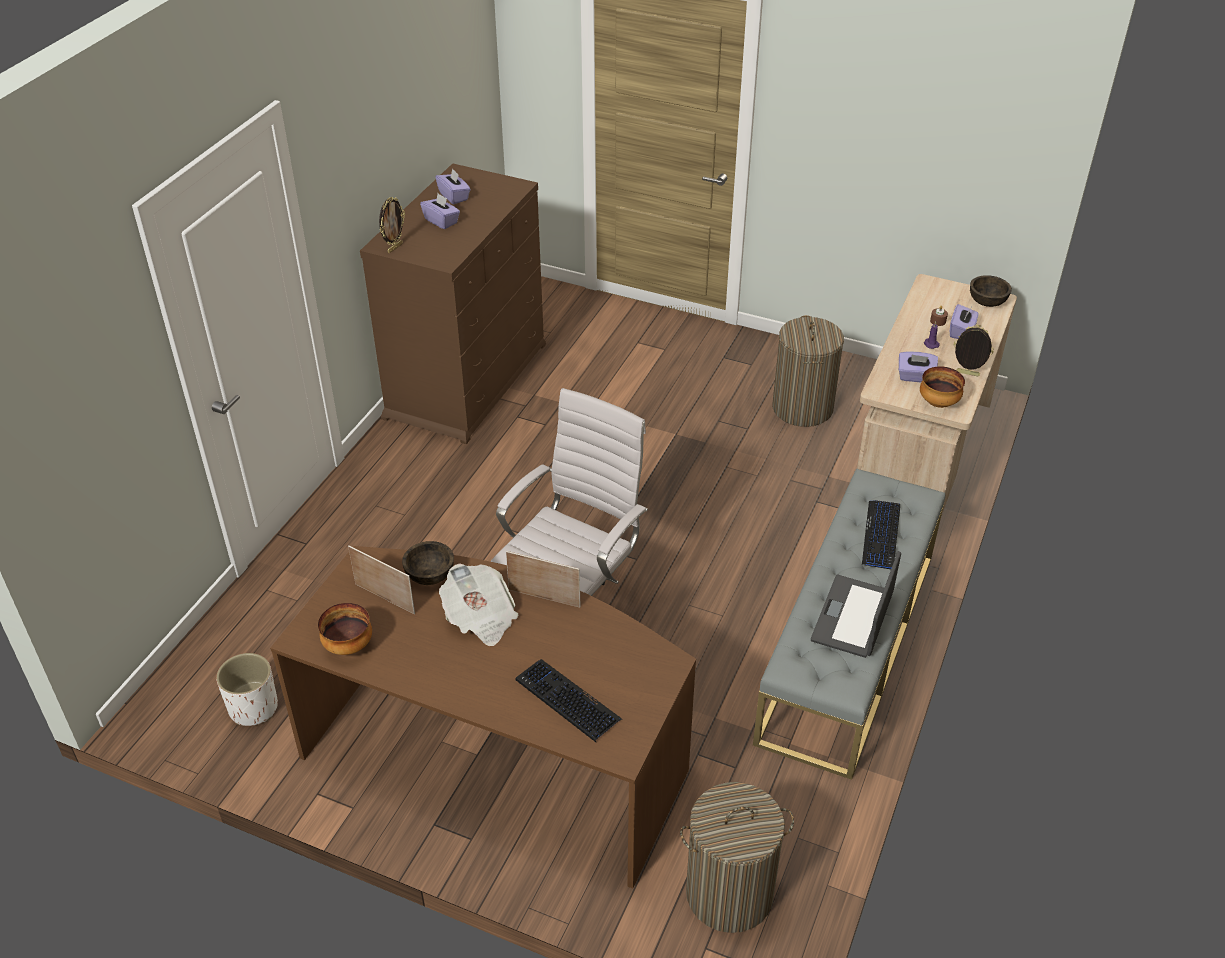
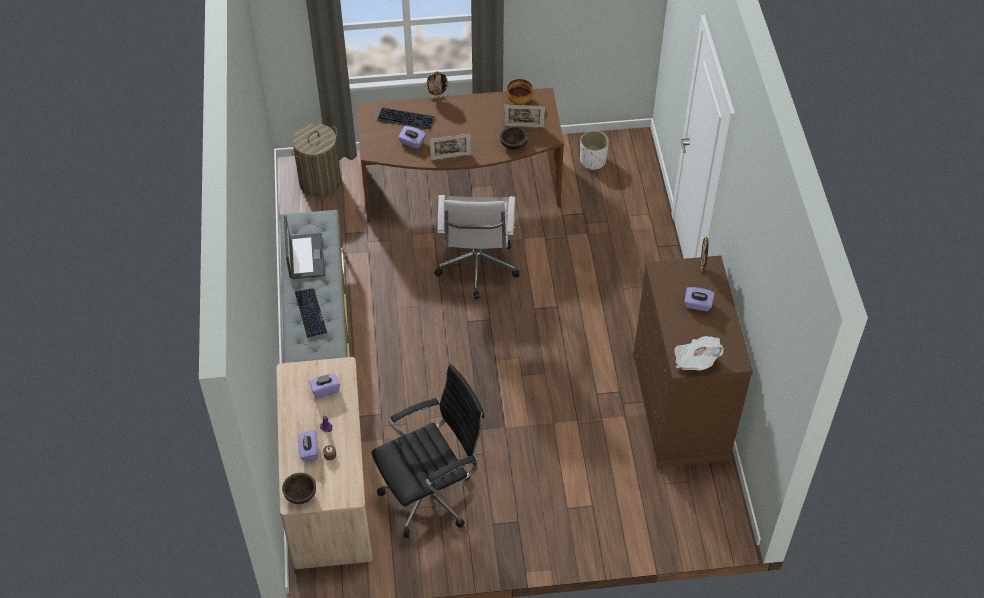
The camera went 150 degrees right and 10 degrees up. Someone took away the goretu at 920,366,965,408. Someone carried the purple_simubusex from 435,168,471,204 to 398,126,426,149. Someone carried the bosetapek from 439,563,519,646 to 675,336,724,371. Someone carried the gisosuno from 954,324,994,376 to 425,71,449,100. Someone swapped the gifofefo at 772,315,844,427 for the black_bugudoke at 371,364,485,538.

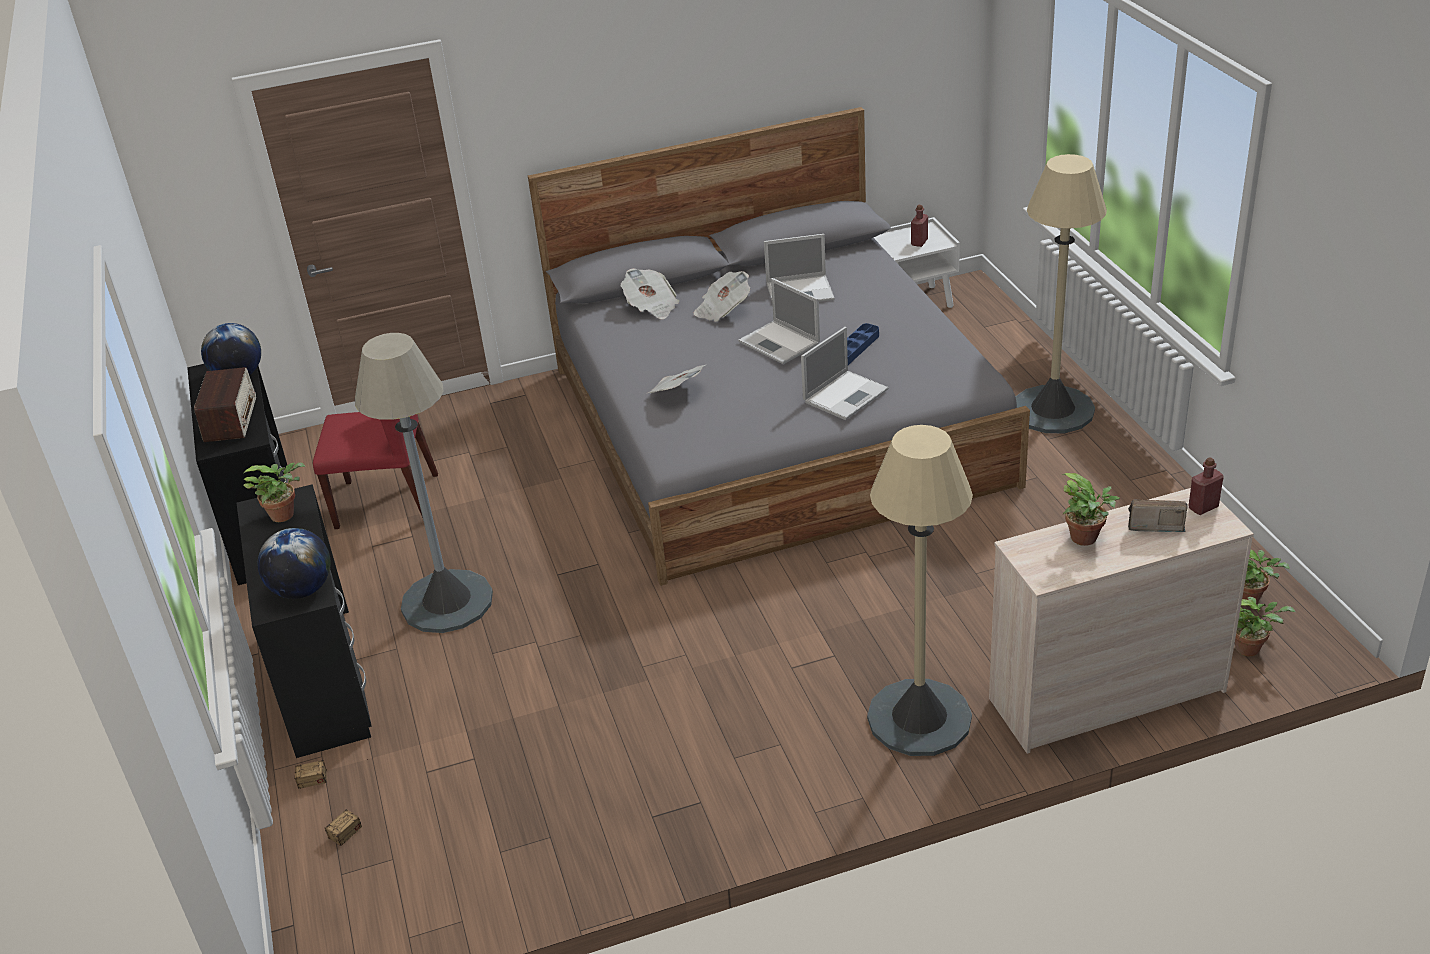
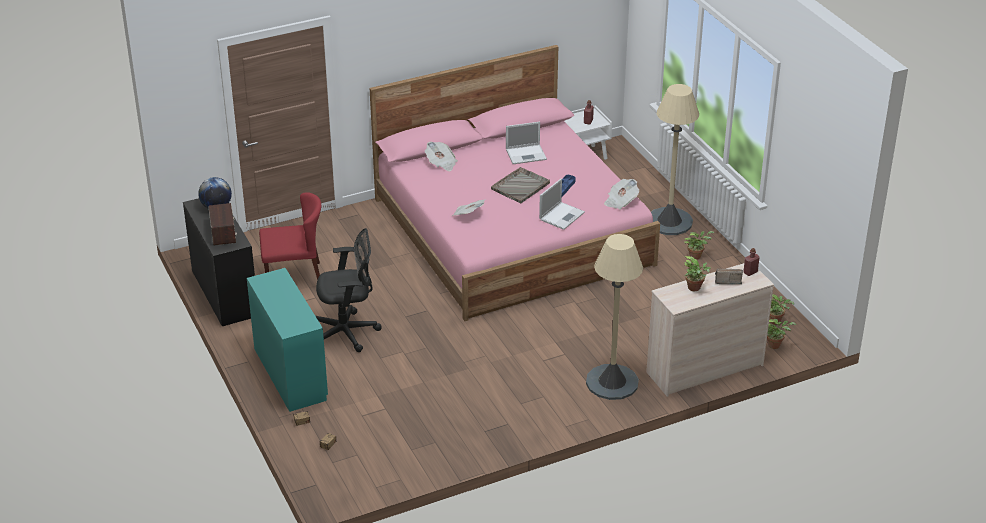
The camera went 10 degrees left and 0 degrees up. Someone took away the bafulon at 258,528,331,599. Someone carried the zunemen from 243,462,306,522 to 684,231,715,260. Someone carried the bosetapek from 694,271,750,322 to 604,179,639,210. Someone swapped the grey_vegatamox at 355,333,493,633 for the black_bugudoke at 316,228,382,352. Someone swapped the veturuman at 738,278,820,364 for the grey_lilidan at 491,167,550,203. Someone repainted the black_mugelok at 237,484,372,758, which became the turquoise_mugelok at 247,268,328,412. Someone repainted the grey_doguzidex at 528,107,1030,586, which became the pink_doguzidex at 370,45,660,321.

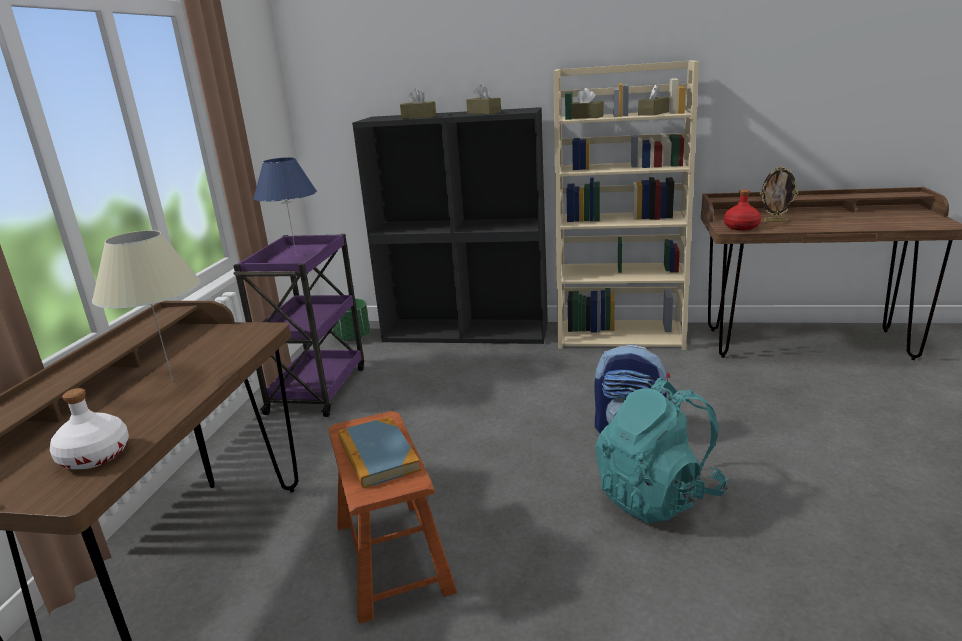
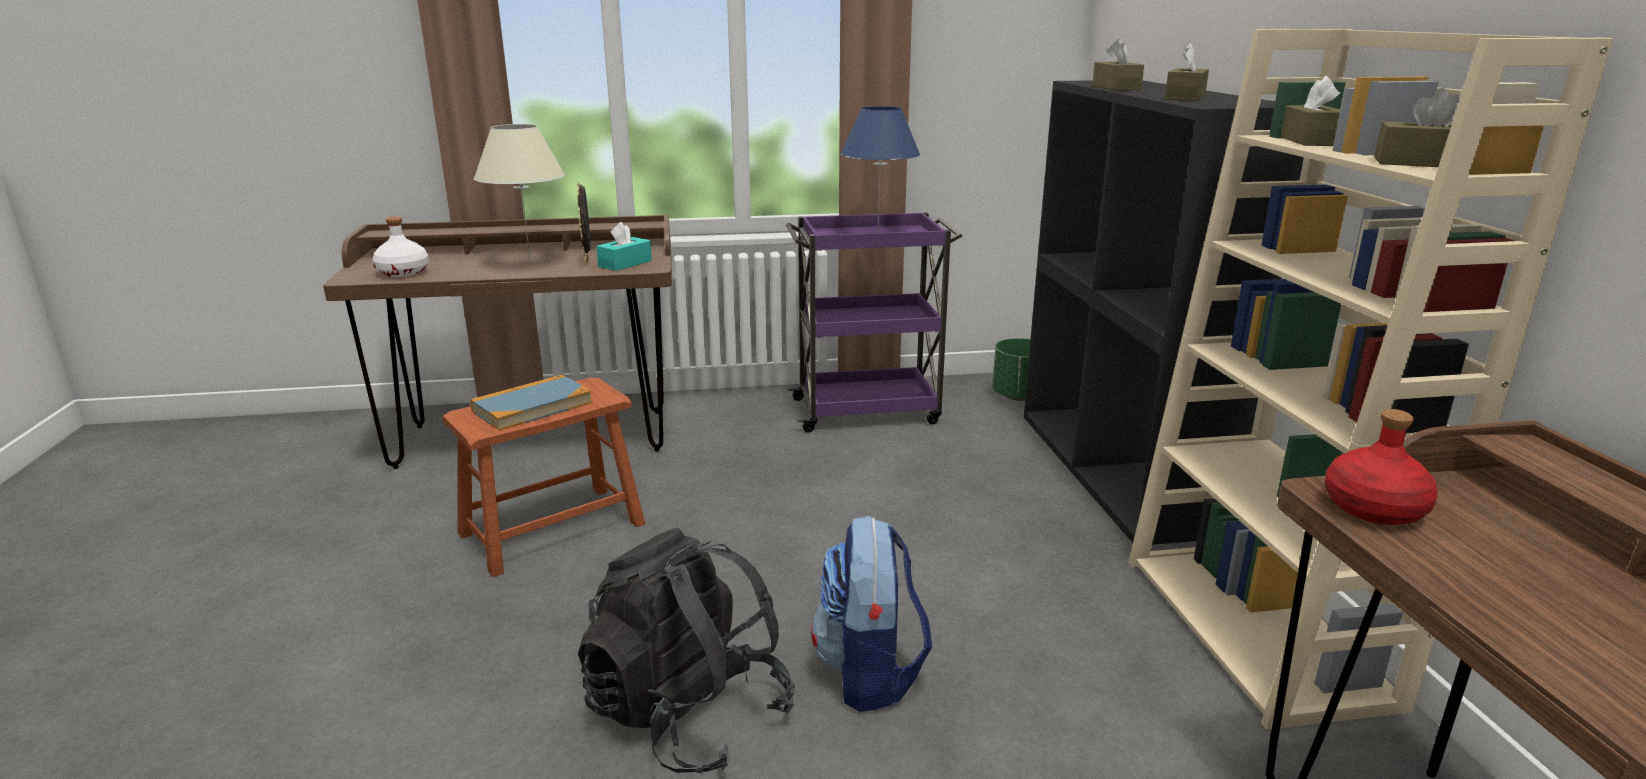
The camera went 70 degrees right and 0 degrees up. Someone put down the turquoise_simubusex at 596,222,652,271. Someone carried the gisosuno from 760,166,799,222 to 577,182,590,265. Someone repainted the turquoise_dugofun at 595,377,728,523, which became the black_dugofun at 578,528,795,773.

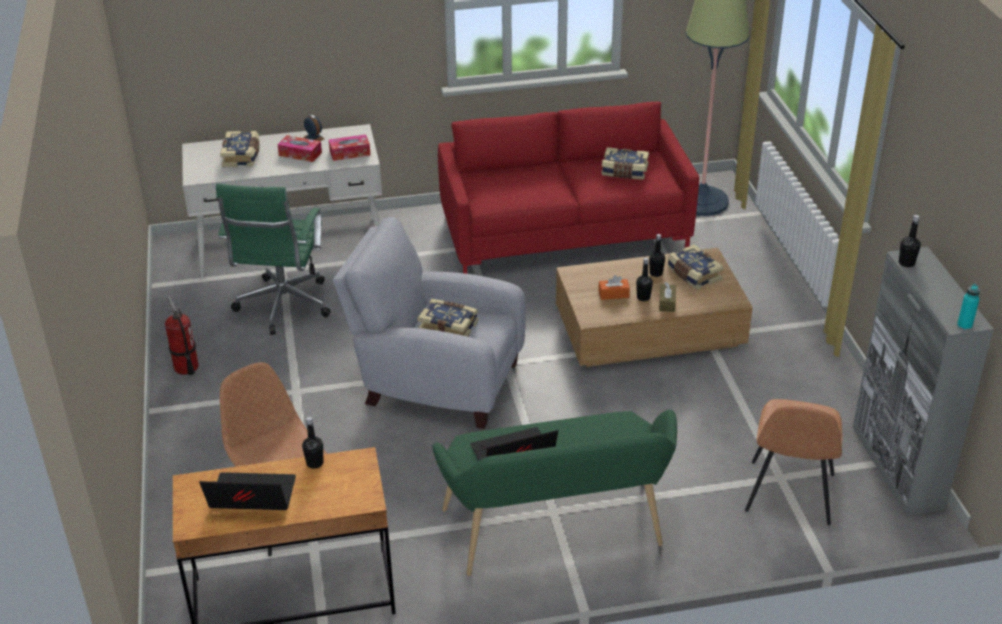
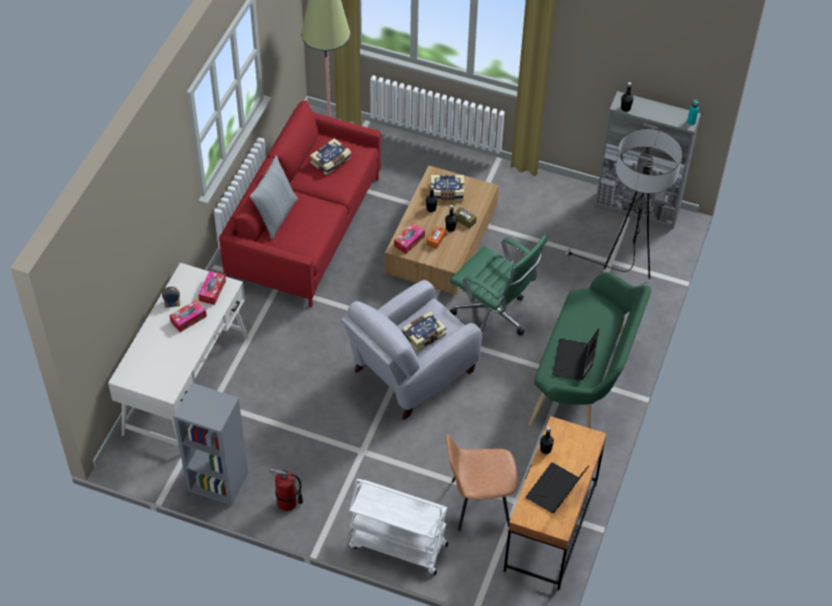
The camera went 60 degrees left and 15 degrees up. Someone took away the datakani at 220,131,260,167. Someone put down the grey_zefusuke at 173,383,248,506. Someone put down the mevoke at 250,155,298,239. Someone put down the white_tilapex at 349,479,448,575. Someone put down the simubusex at 394,223,425,254. Someone carried the green_bugudoke from 216,183,330,335 to 450,235,547,336. Someone swapped the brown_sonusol at 745,399,842,525 for the vegatamox at 563,128,683,279.

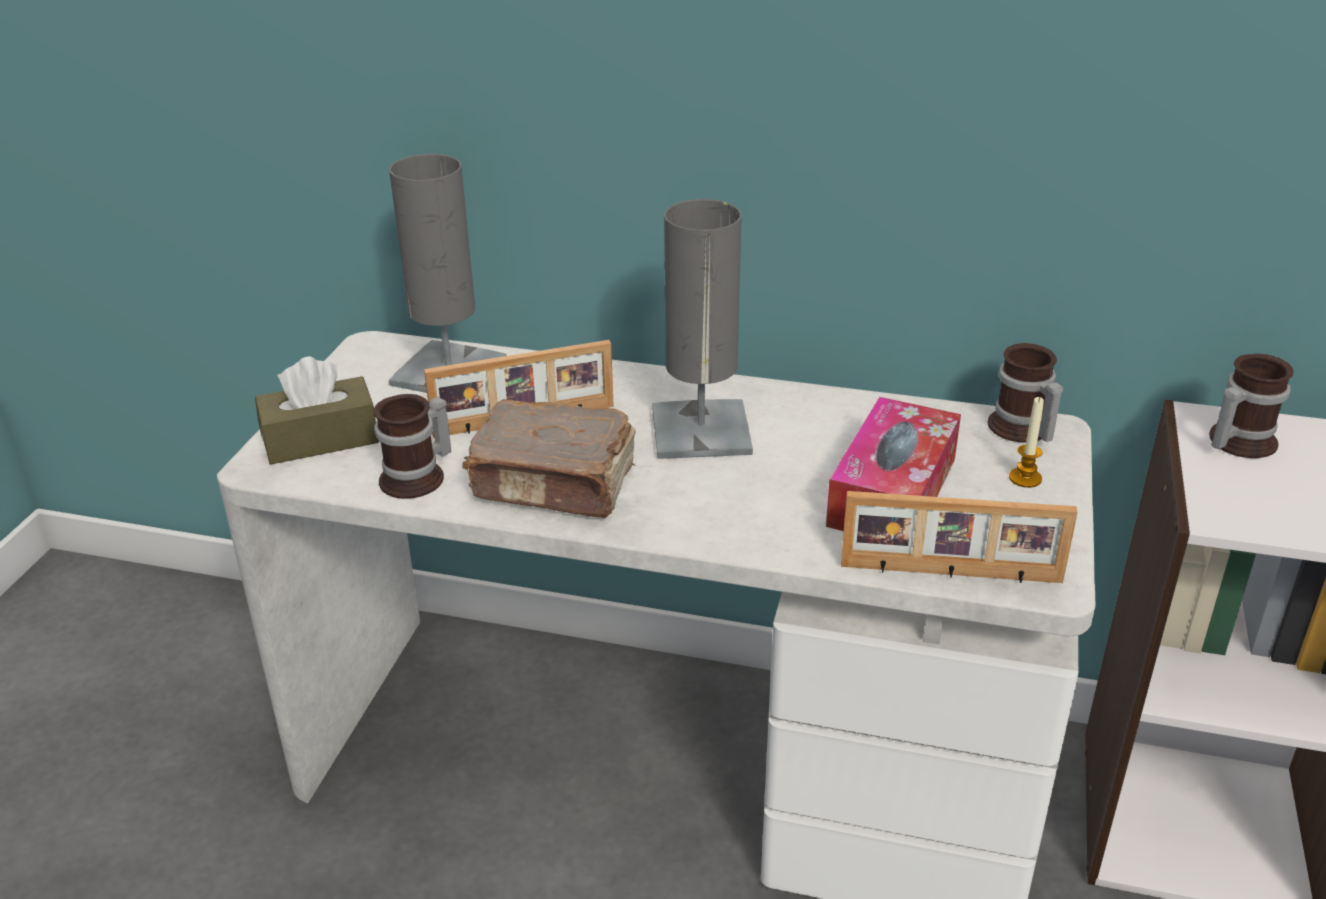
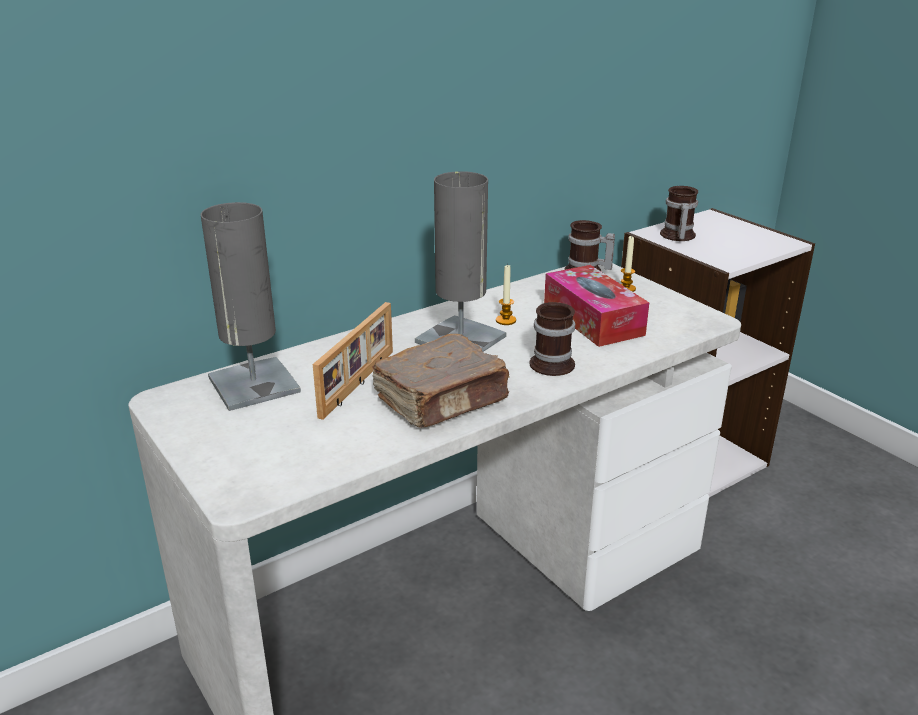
The camera went 50 degrees left and 5 degrees down. Someone took away the brown_simubusex at 255,356,379,464. Someone took away the gisosuno at 841,491,1077,583. Someone put down the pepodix at 496,264,516,325. Someone carried the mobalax from 373,394,451,499 to 529,302,575,376.

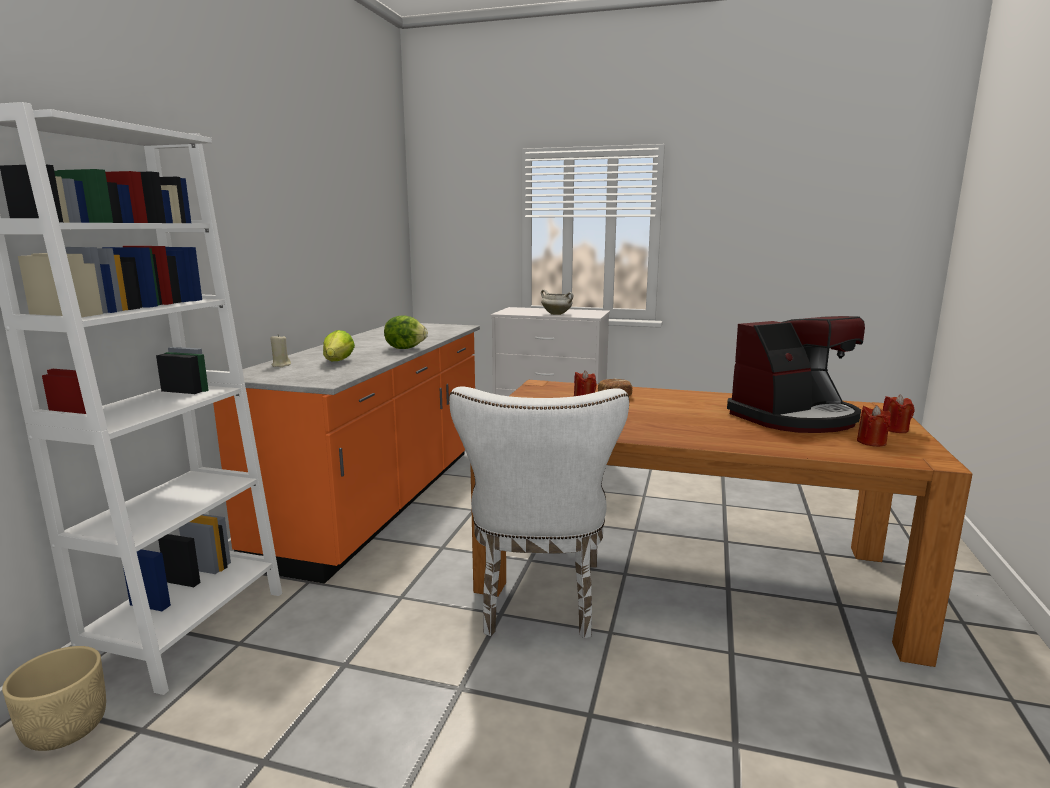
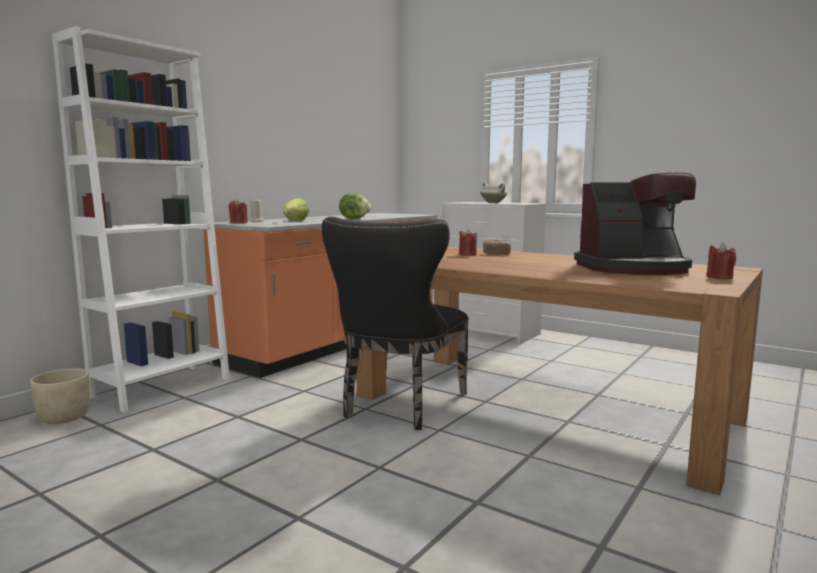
The camera went 20 degrees right and 5 degrees down. Someone carried the red_pepodix from 857,405,891,447 to 228,199,248,223. Someone repainted the white_sonusol at 449,387,629,639, which became the black_sonusol at 322,217,469,430.

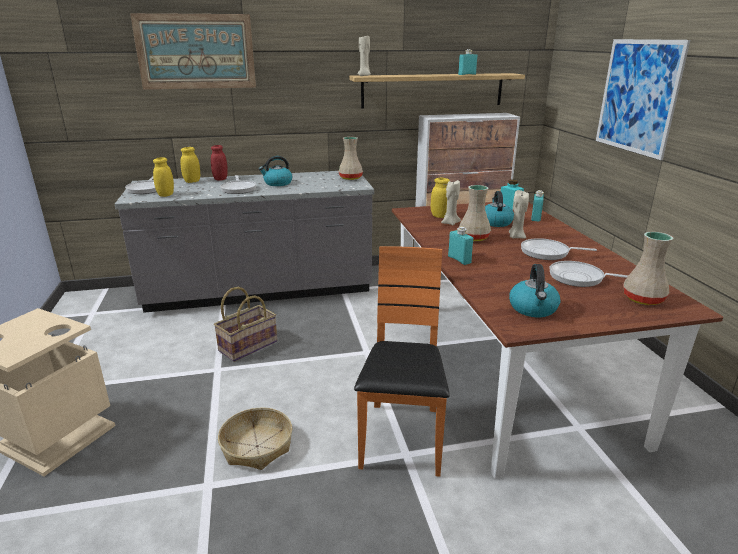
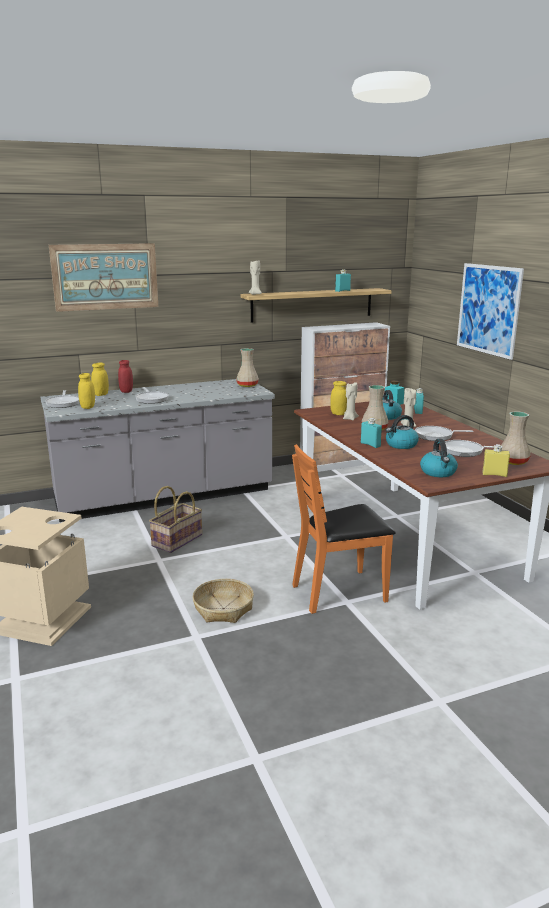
The camera went 10 degrees left and 5 degrees down. Someone put down the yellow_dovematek at 483,444,510,477. Someone carried the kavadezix from 259,156,293,186 to 386,415,419,449. Someone rotated the orange_sonusol at 354,246,450,477 by 105 degrees counterclockwise.

